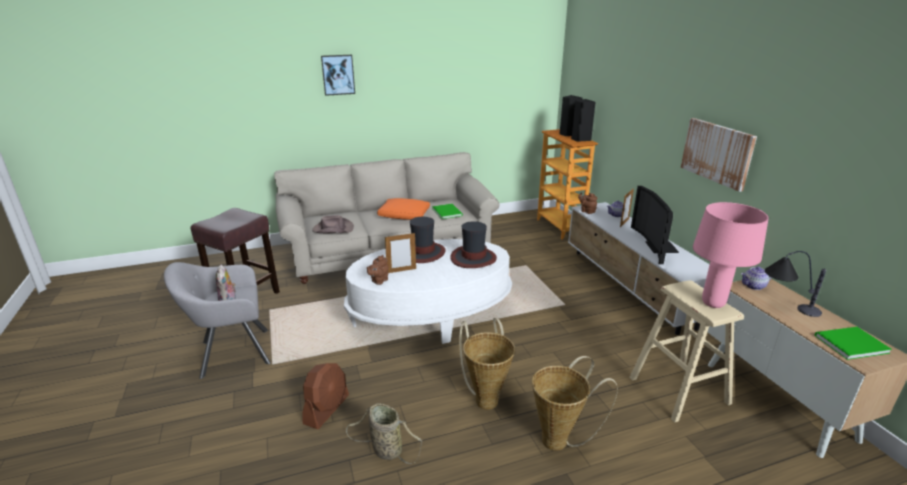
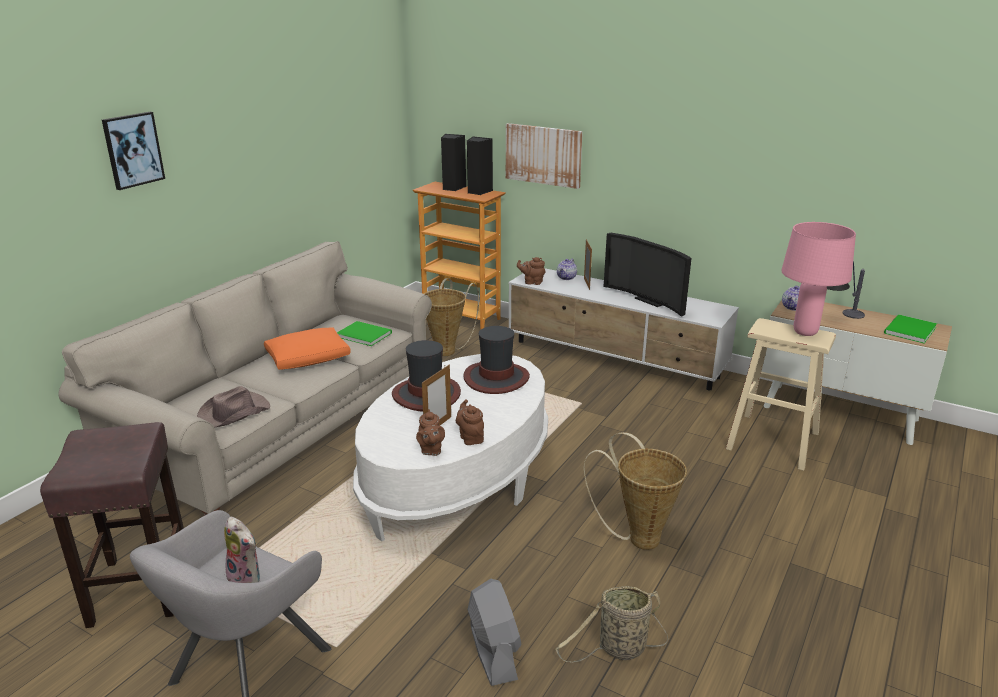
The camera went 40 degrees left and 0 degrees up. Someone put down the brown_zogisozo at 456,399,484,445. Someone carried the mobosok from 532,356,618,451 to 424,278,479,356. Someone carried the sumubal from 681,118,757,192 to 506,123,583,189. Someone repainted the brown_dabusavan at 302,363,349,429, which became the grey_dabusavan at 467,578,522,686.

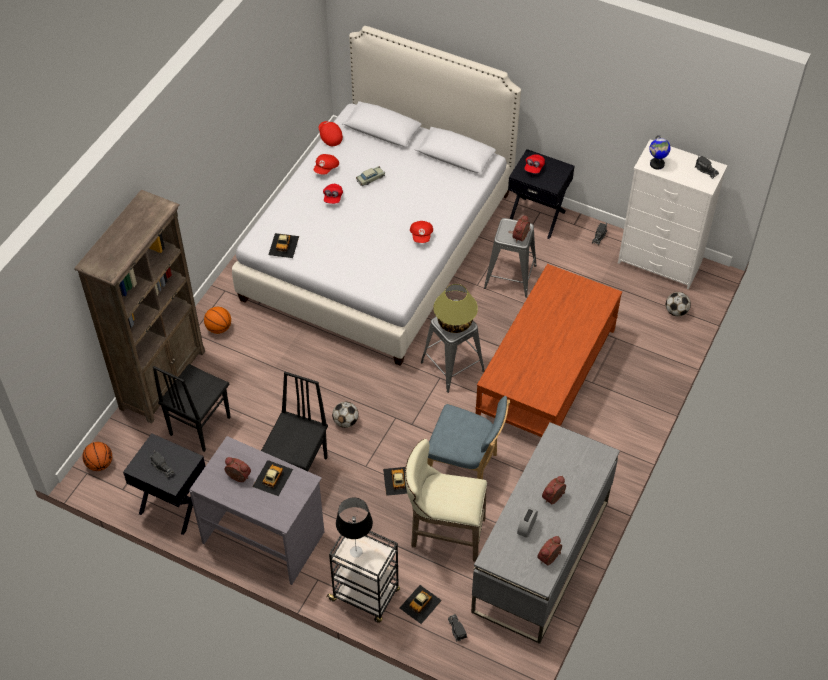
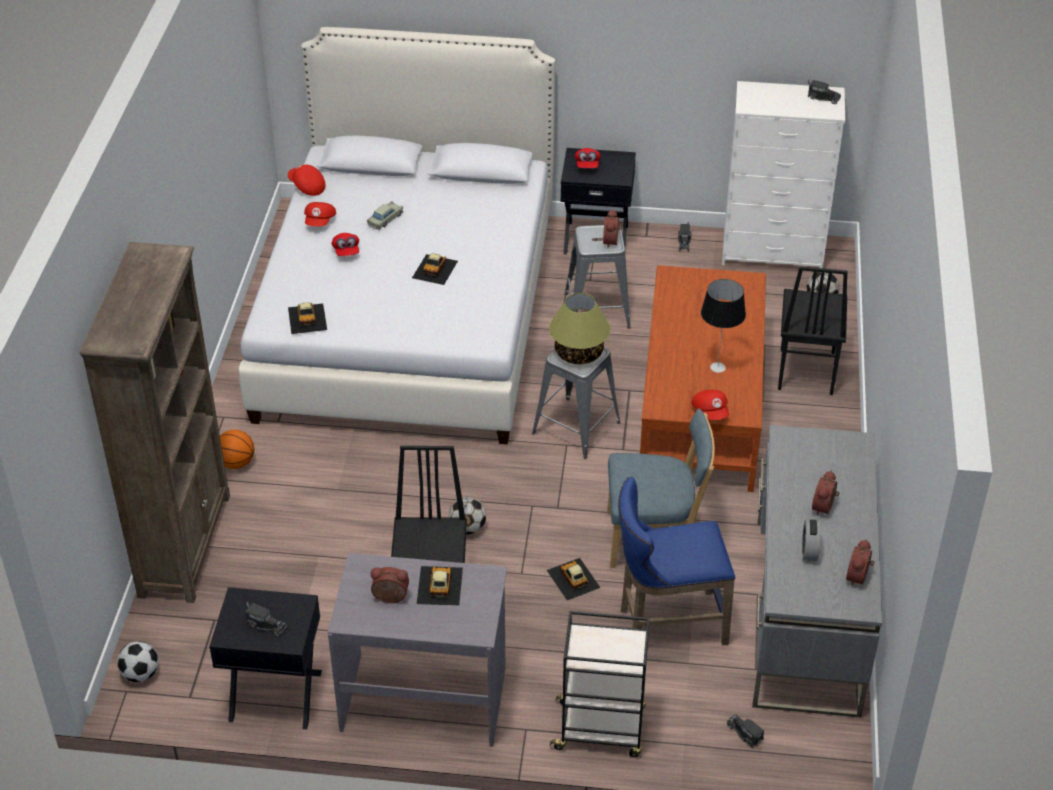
The camera went 20 degrees left and 10 degrees down. Someone took away the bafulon at 649,135,671,169. Someone carried the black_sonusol from 153,364,231,452 to 778,266,848,395. Someone carried the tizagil from 336,497,373,558 to 701,279,746,373. Someone carried the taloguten from 400,585,442,624 to 412,253,458,285. Someone carried the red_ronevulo from 410,221,433,243 to 691,390,729,420. Someone swapped the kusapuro at 82,442,112,471 for the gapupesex at 117,641,159,682. Someone repainted the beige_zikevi at 405,439,487,562, which became the blue_zikevi at 618,477,736,646.

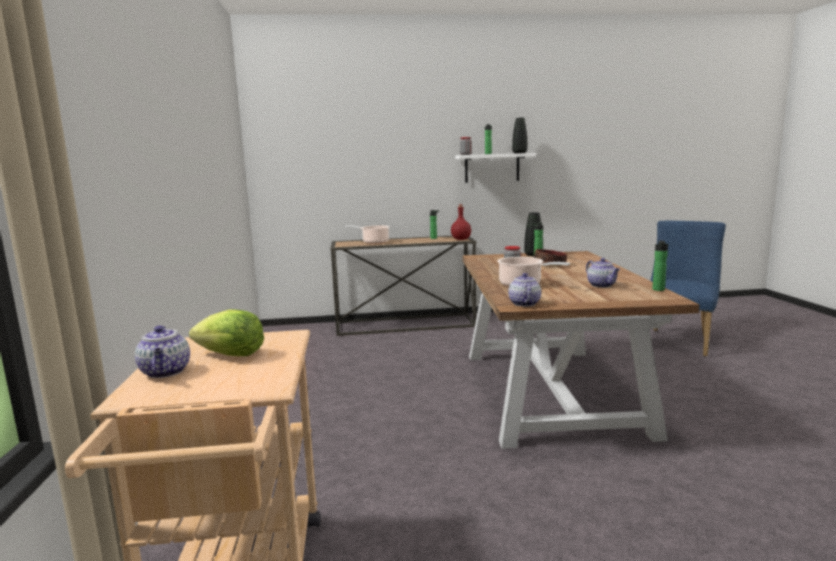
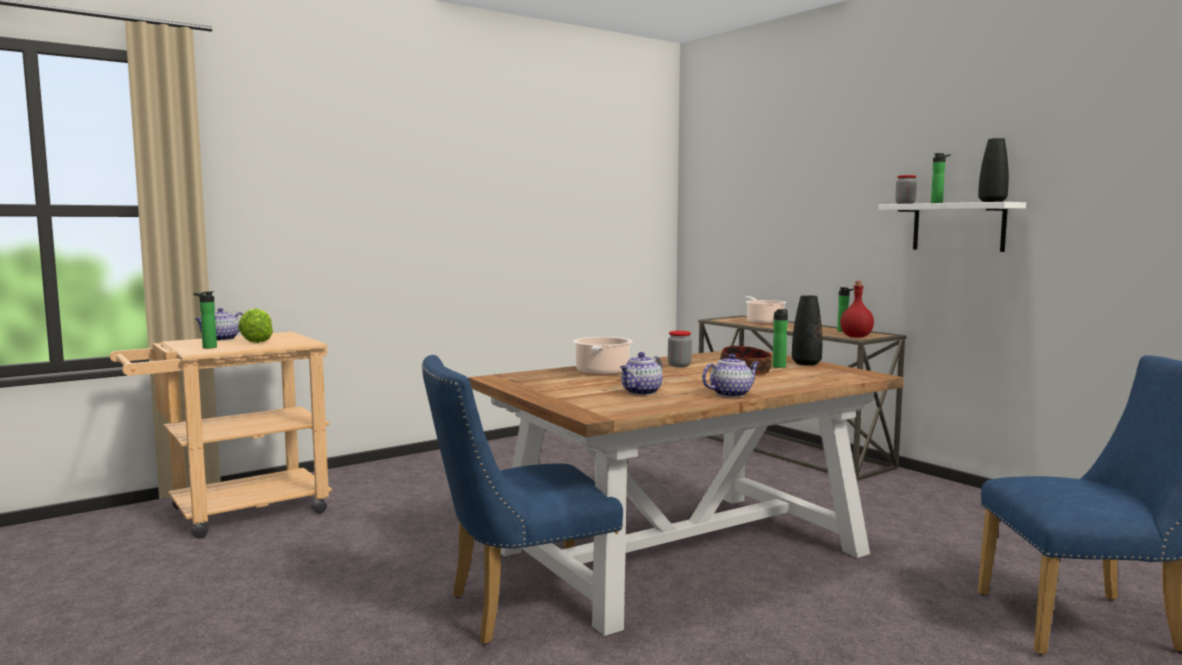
The camera went 60 degrees right and 5 degrees down. Someone put down the blue_sonusol at 422,355,623,645. Someone carried the zogisozo from 508,273,541,306 to 702,354,760,397. Someone carried the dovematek from 652,240,669,291 to 193,291,217,349.

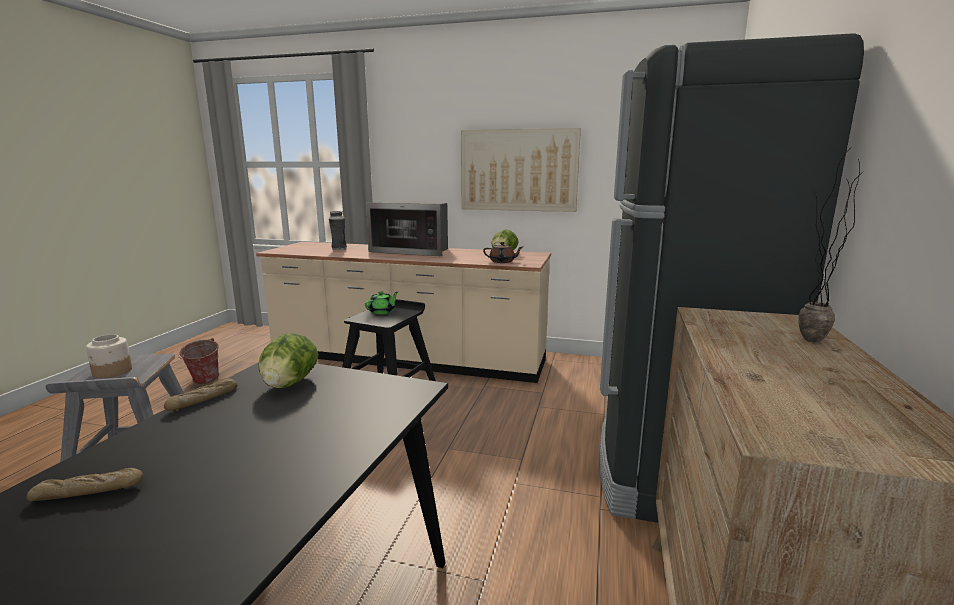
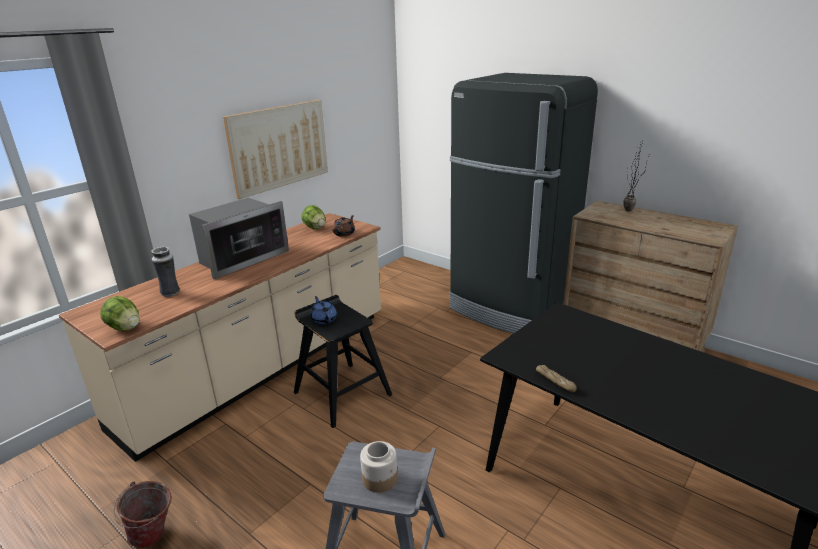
The camera went 65 degrees left and 10 degrees up. Someone took away the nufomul at 26,468,144,501. Someone carried the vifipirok from 258,333,318,388 to 100,296,139,331. Someone repainted the green_zogisozo at 365,291,398,314, which became the blue_zogisozo at 310,296,337,324.

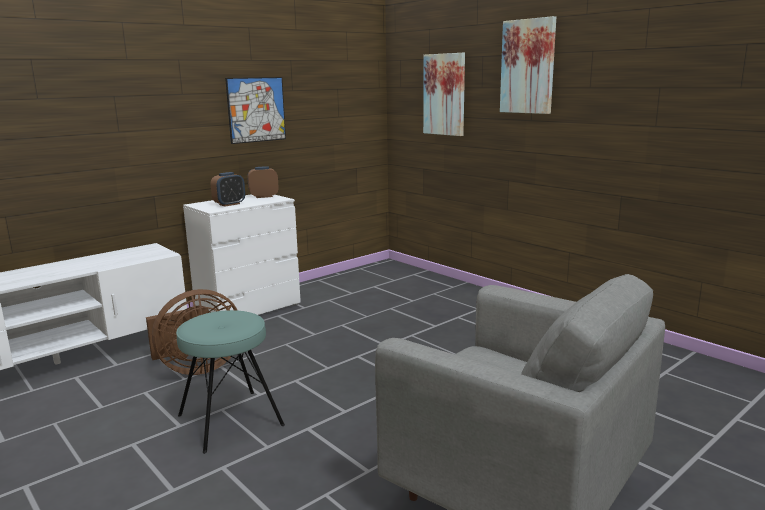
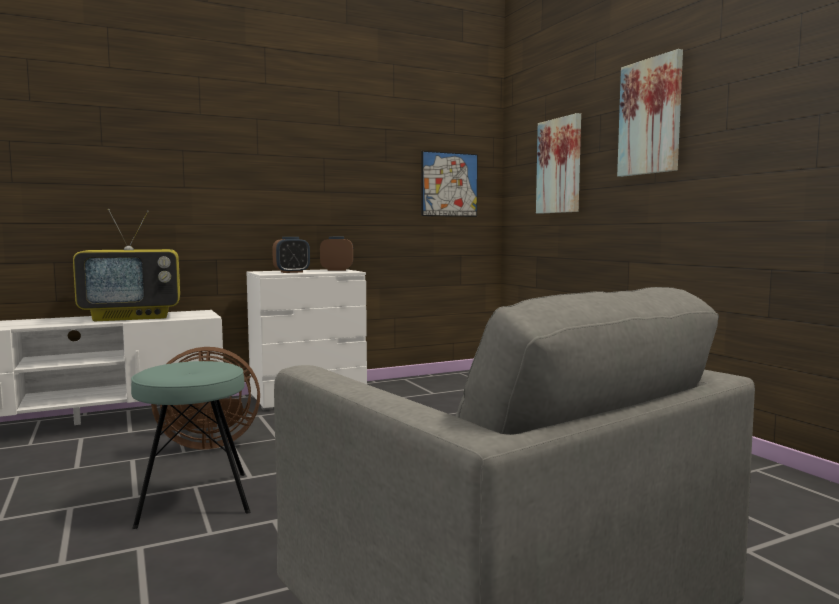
The camera went 15 degrees right and 10 degrees down. Someone put down the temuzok at 73,209,180,321. Someone carried the sumubal from 225,77,286,144 to 422,151,478,217.

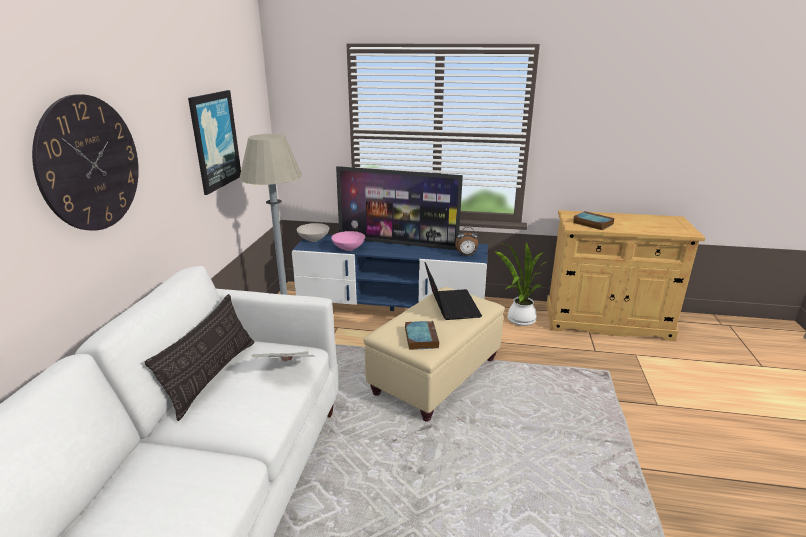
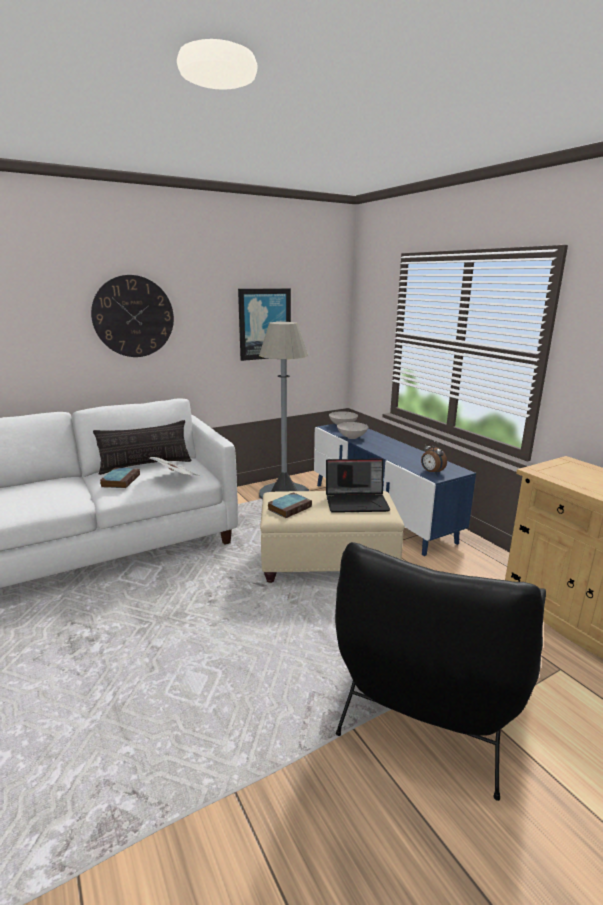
The camera went 50 degrees right and 5 degrees down. Someone took away the temuzok at 336,166,463,250. Someone took away the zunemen at 495,242,546,326. Someone put down the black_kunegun at 335,542,546,801. Someone carried the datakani from 573,211,614,230 to 100,467,140,488. Someone repainted the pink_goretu at 331,231,365,251, which became the white_goretu at 337,422,368,439. Someone rotated the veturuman at 424,262,482,320 by 45 degrees clockwise.

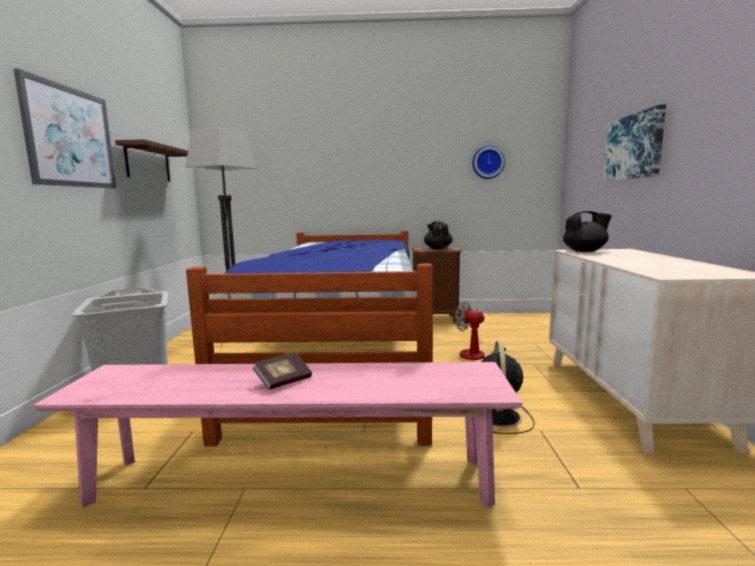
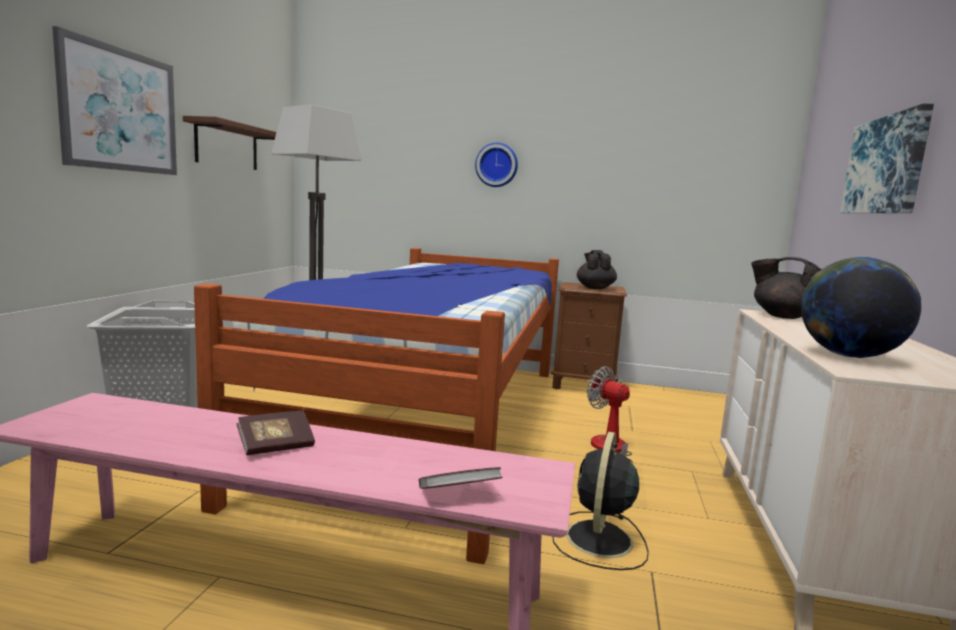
The camera went 10 degrees right and 0 degrees up. Someone put down the datakani at 419,467,503,489. Someone put down the bafulon at 801,257,921,358. Someone carried the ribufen from 472,146,505,179 to 475,143,518,187. Someone rotated the black_zogisozo at 563,211,612,252 by 150 degrees counterclockwise.

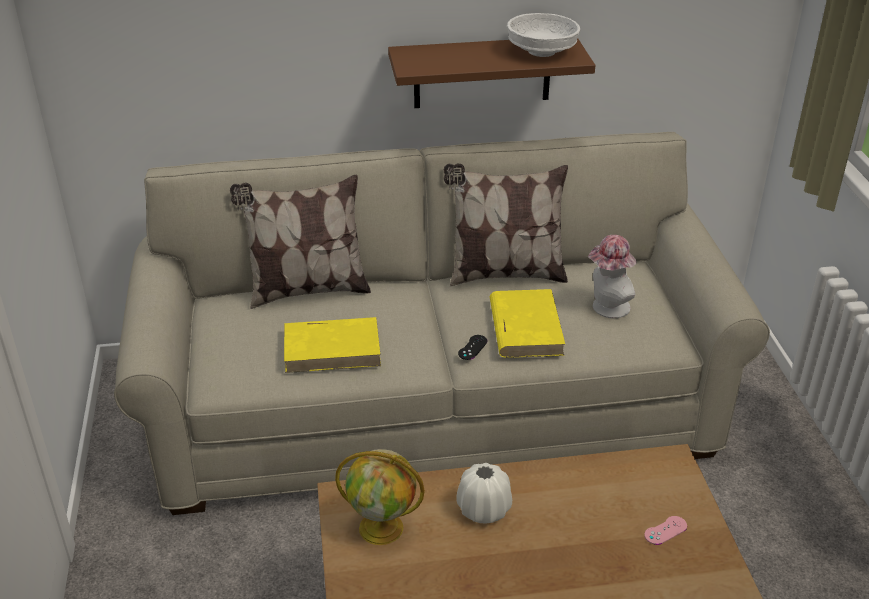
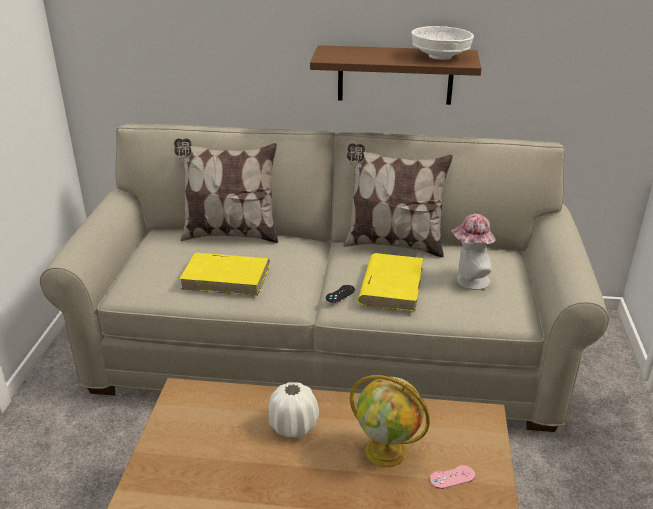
The camera went 15 degrees right and 5 degrees down. Someone carried the bafulon from 335,449,425,545 to 350,375,430,468.

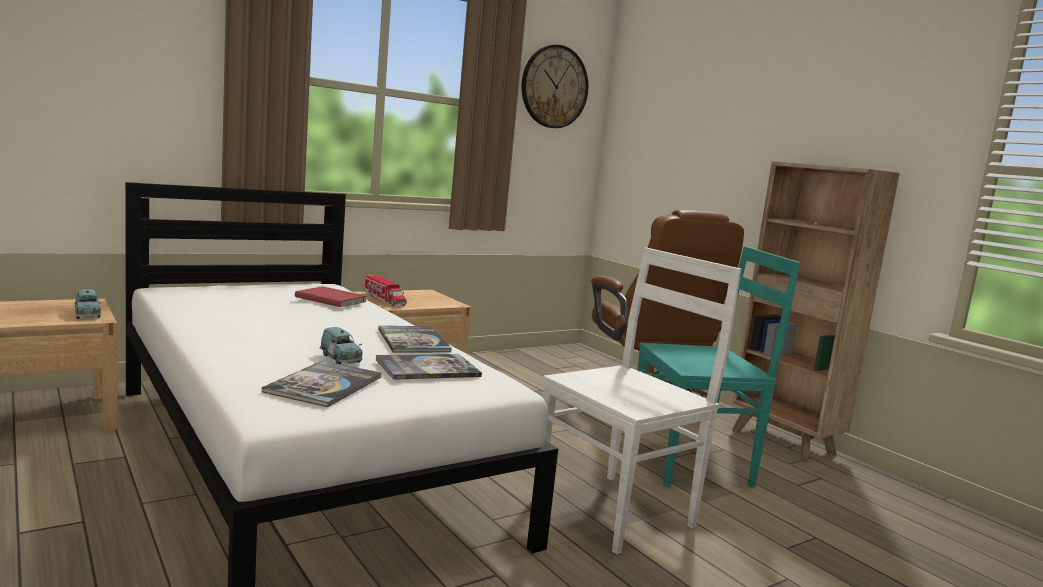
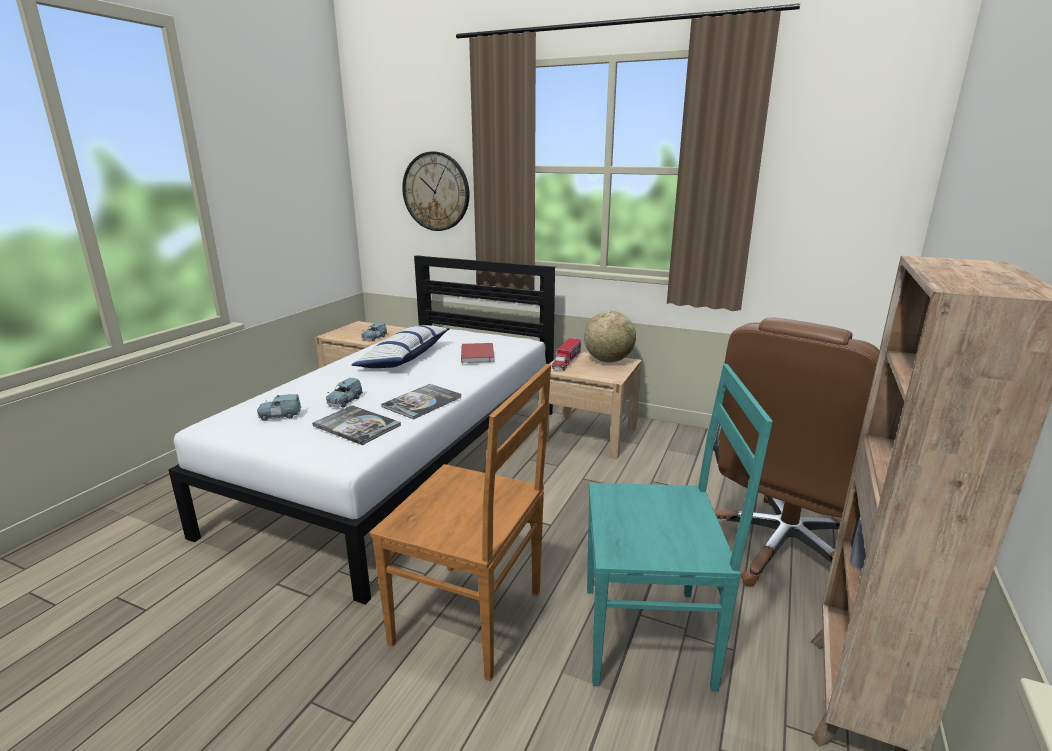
The camera went 60 degrees right and 10 degrees up. Someone put down the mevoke at 352,325,450,368. Someone put down the bafulon at 584,311,636,363. Someone carried the ribufen from 522,45,588,128 to 402,152,470,231. Someone swapped the datakani at 262,361,382,407 for the blue_taloguten at 257,394,301,421. Someone repainted the white_sonusol at 543,248,742,554, which became the brown_sonusol at 370,364,551,681. Someone rotated the turquoise_sonusol at 637,246,800,487 by 45 degrees counterclockwise.

